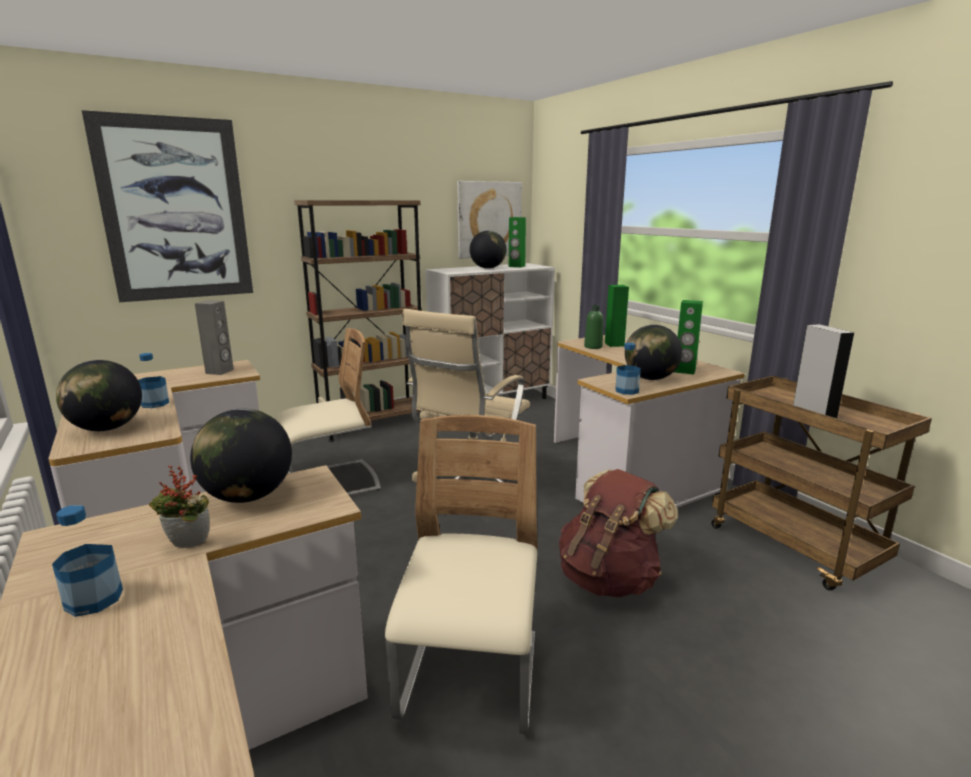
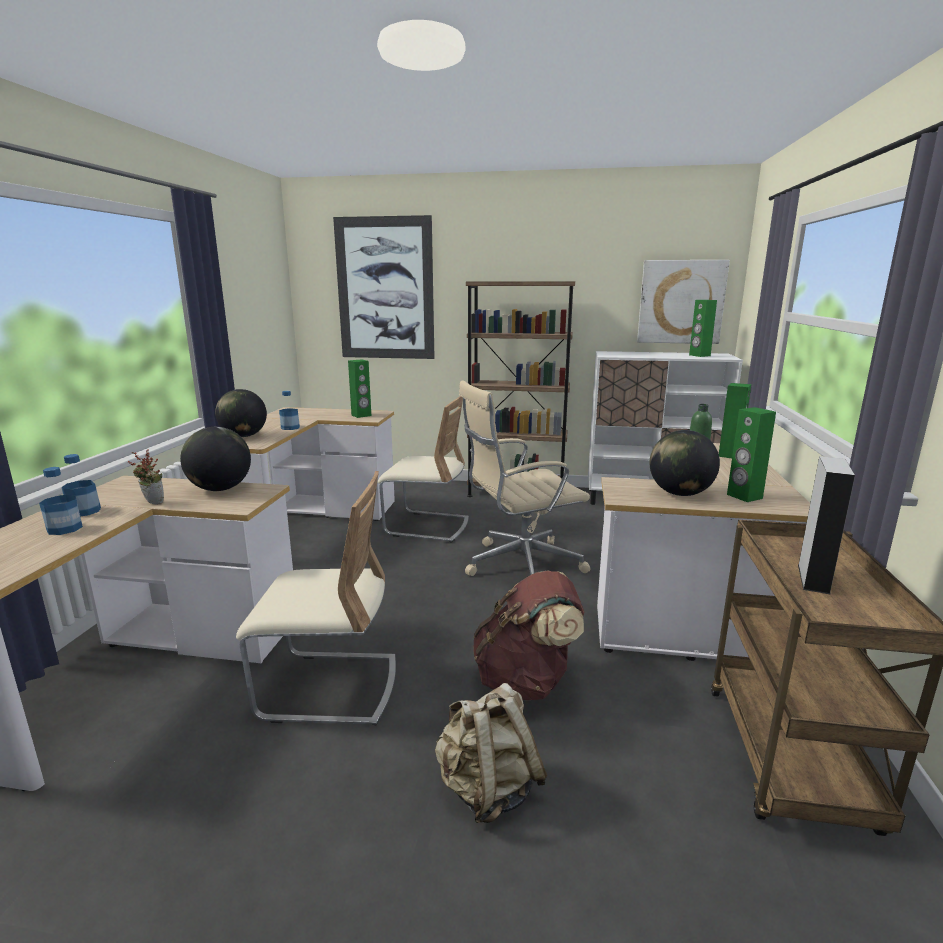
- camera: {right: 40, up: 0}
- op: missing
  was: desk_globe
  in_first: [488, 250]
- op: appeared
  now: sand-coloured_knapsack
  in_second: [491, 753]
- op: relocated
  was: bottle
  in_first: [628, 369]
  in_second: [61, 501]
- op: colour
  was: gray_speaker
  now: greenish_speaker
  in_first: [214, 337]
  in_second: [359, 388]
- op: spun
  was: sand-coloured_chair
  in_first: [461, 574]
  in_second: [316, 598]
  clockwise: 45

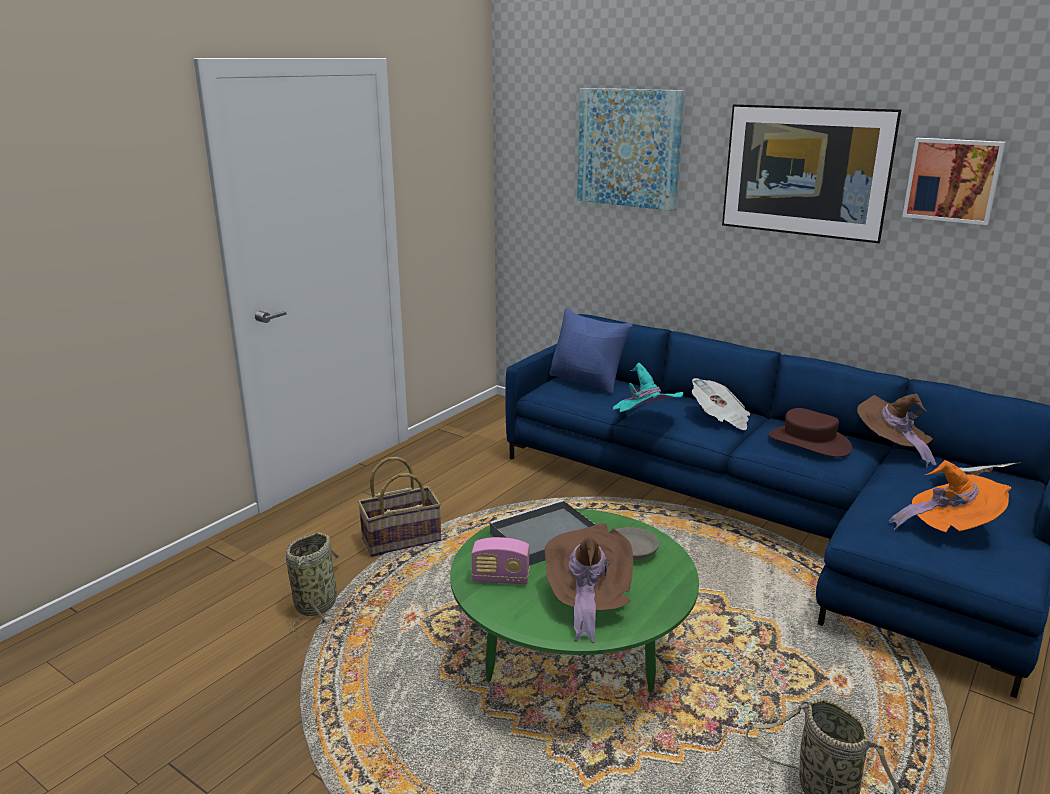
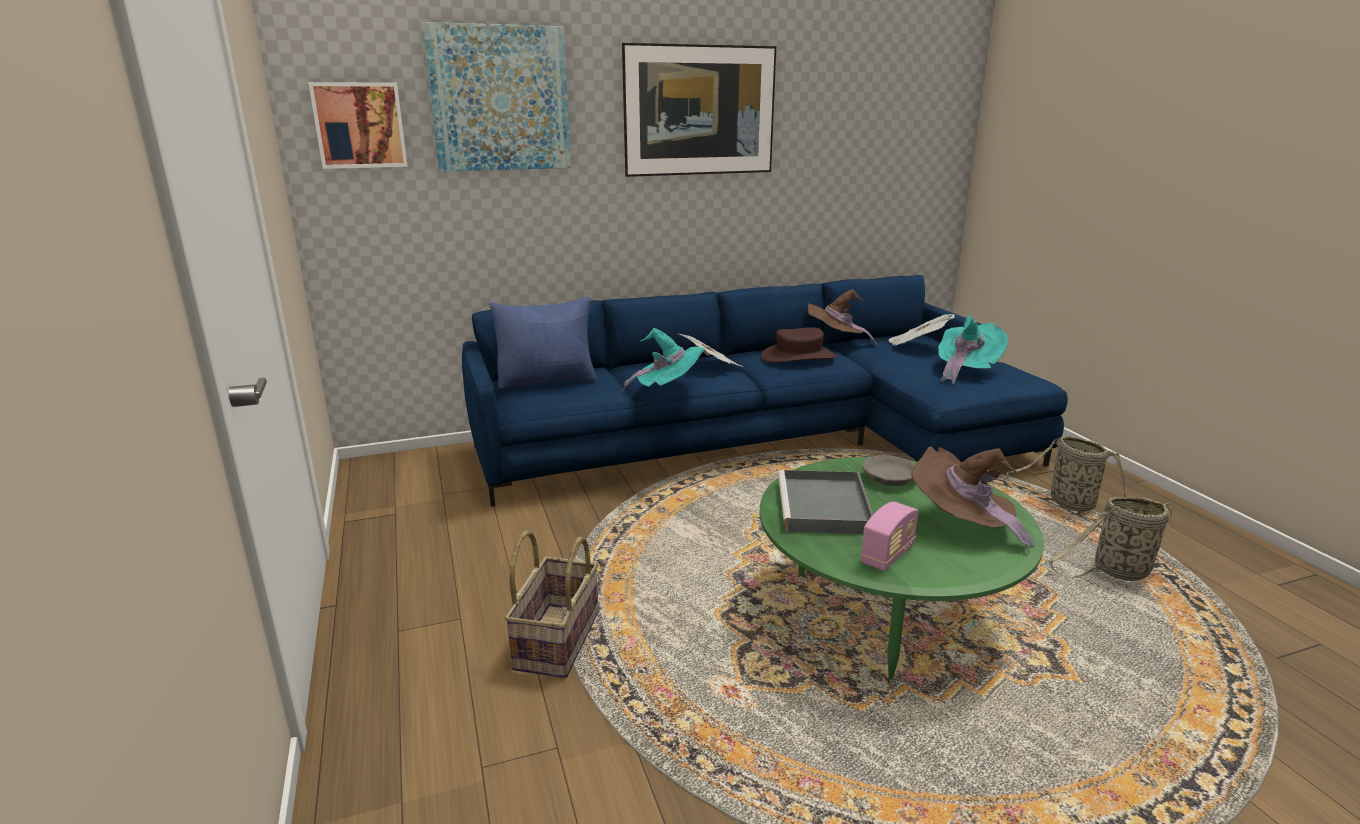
- camera: {right: -55, up: 0}
- op: relocated
  was: basket
  in_first: [313, 582]
  in_second: [1066, 475]
- op: relocated
  was: picture
  in_first: [954, 181]
  in_second: [358, 125]
- op: colour
  was: orange_wearable_hat
  now: turquoise_wearable_hat
  in_first: [950, 496]
  in_second: [973, 349]

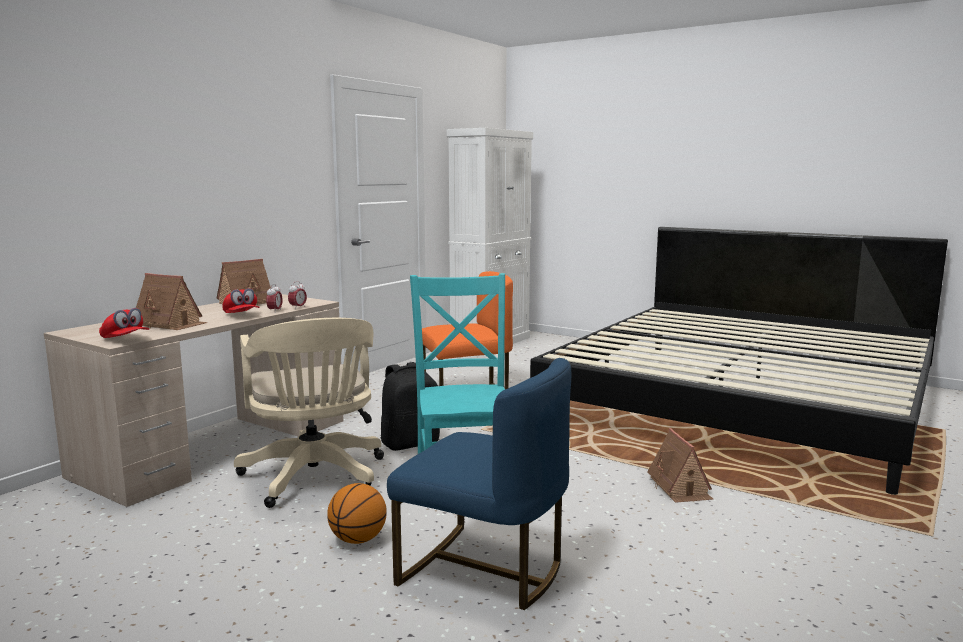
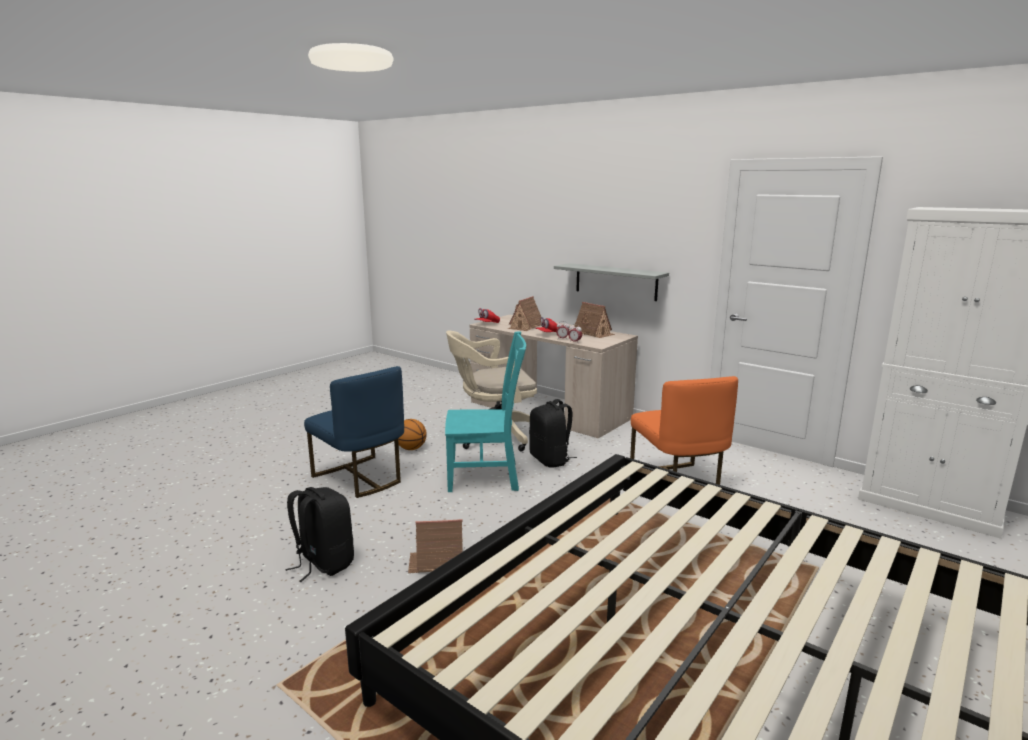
- camera: {right: 95, up: 5}
- op: appeared
  now: blackish_knapsack
  in_second: [319, 534]
- op: appeared
  now: gray_bracket_shelf
  in_second: [611, 282]
- op: spun
  was: bluish_chair
  in_first: [479, 484]
  in_second: [354, 432]
  clockwise: -75

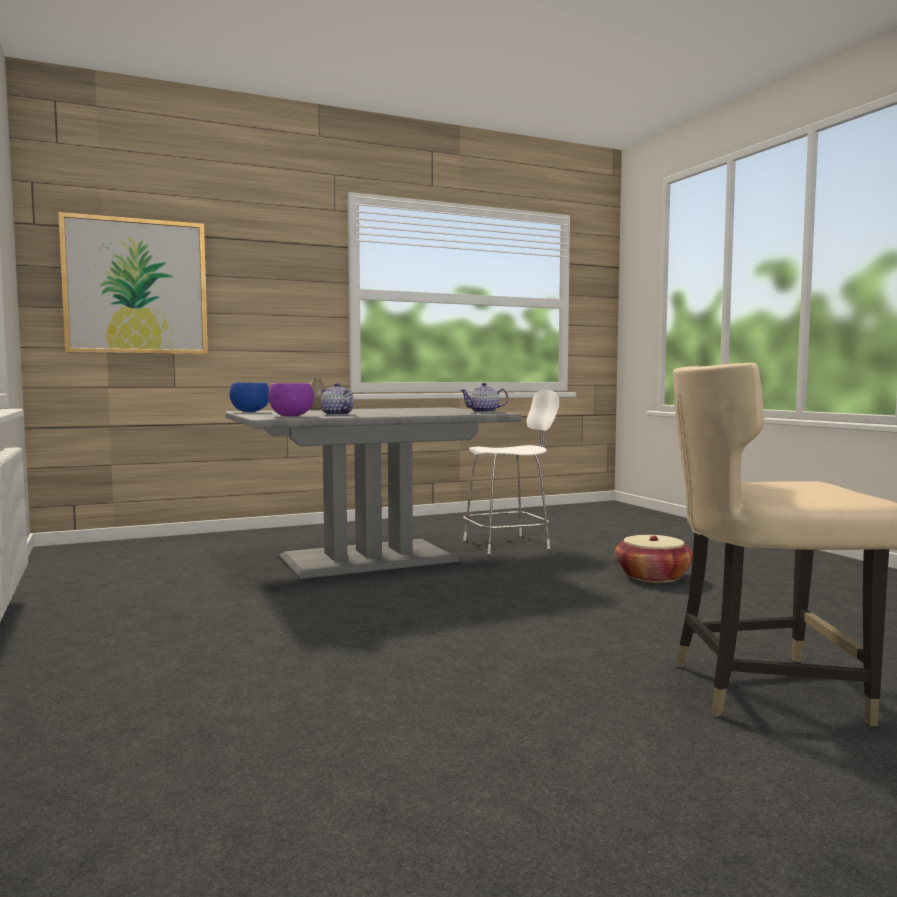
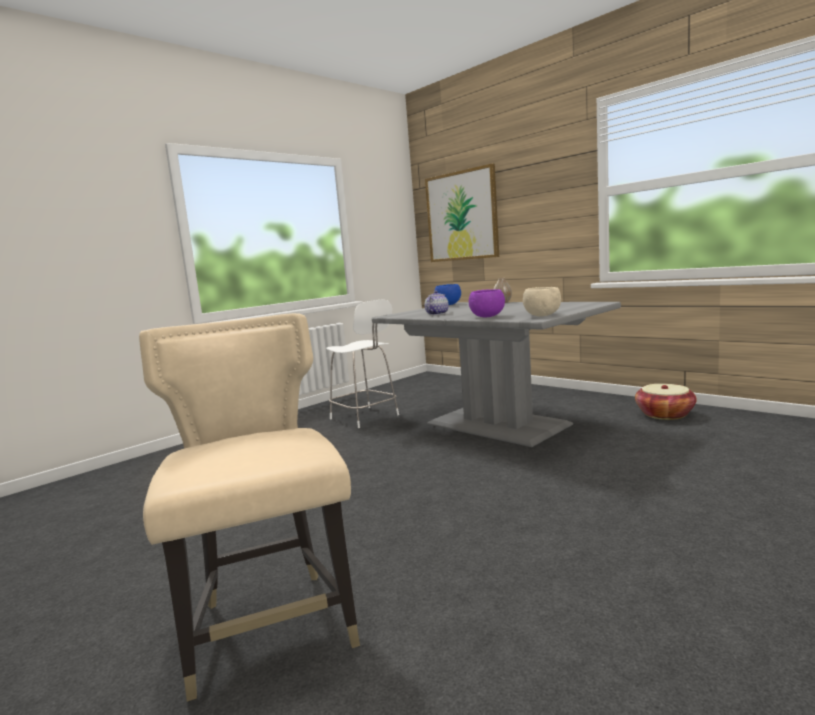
- camera: {right: 70, up: 5}
- op: relocated
  was: purple-coloured_bowl
  in_first: [291, 400]
  in_second: [487, 303]
- op: relocated
  was: white_chair
  in_first: [511, 472]
  in_second: [362, 364]
- op: relocated
  was: basket
  in_first: [654, 559]
  in_second: [666, 402]
- op: exchanged
  was: tea_pot
  now: sand-coloured_bowl
  in_first: [484, 397]
  in_second: [542, 302]

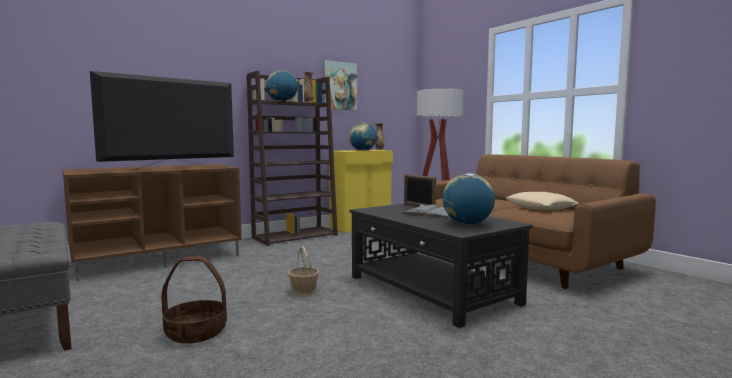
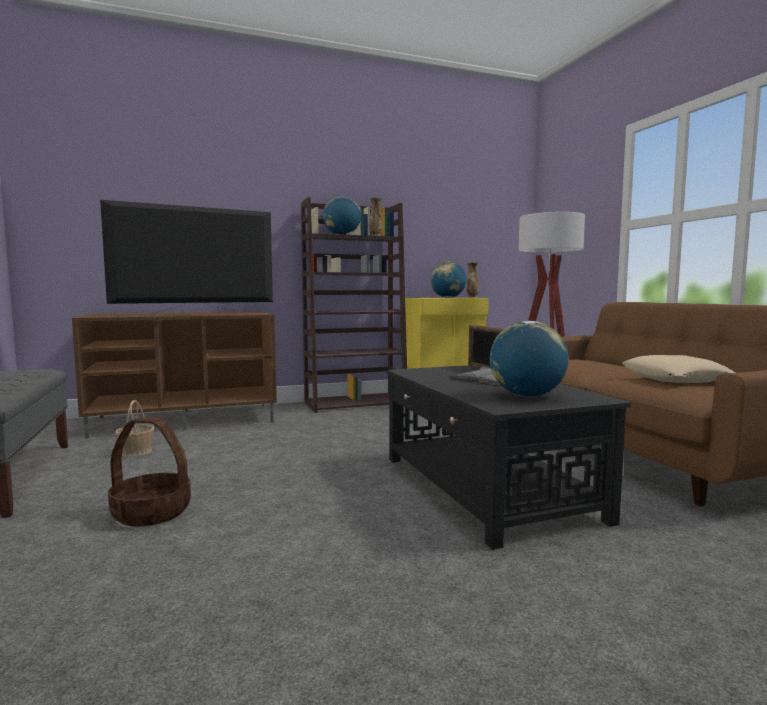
- camera: {right: 15, up: 0}
- op: missing
  was: picture
  in_first: [340, 85]
- op: relocated
  was: basket
  in_first: [303, 271]
  in_second: [135, 428]

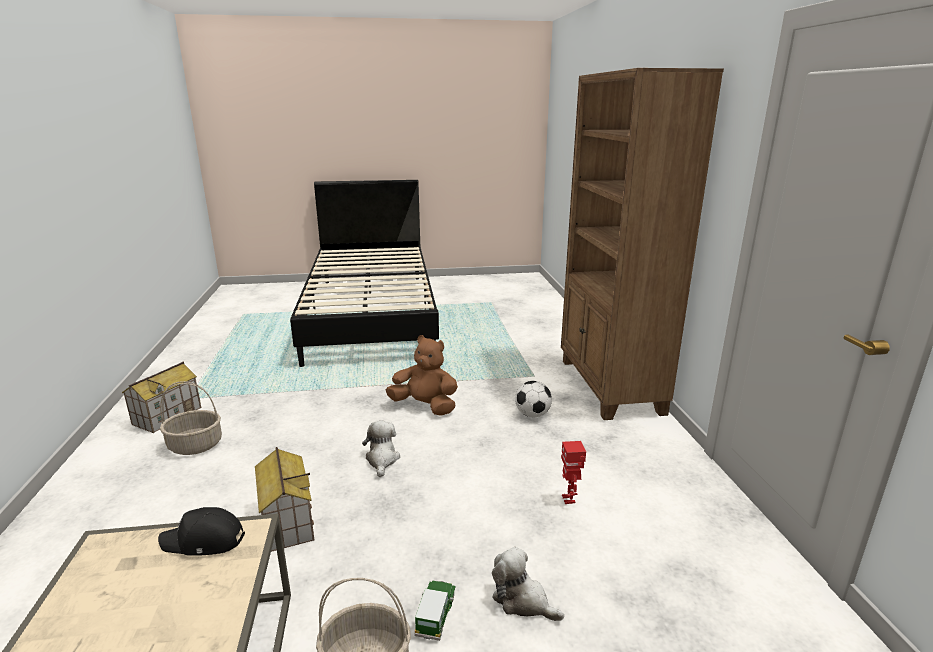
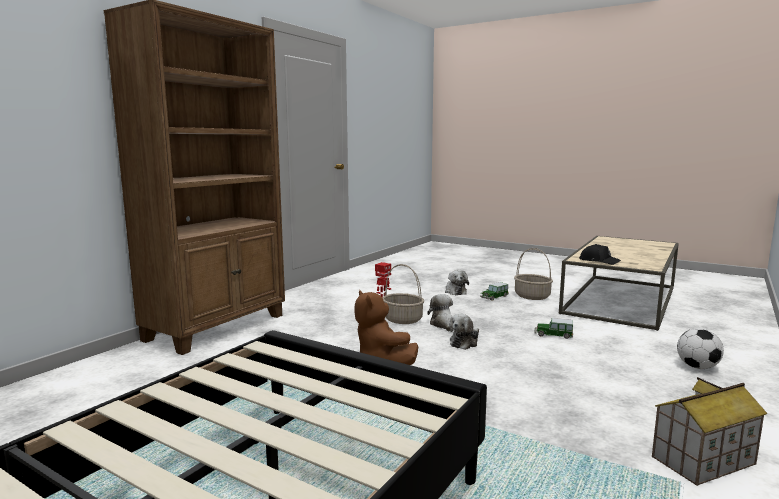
- camera: {right: -140, up: -10}
- op: appeared
  now: cuddly_toy
  in_second: [440, 313]
- op: relocated
  was: basket
  in_first: [191, 418]
  in_second: [403, 294]
- op: relocated
  was: football
  in_first: [533, 399]
  in_second: [700, 348]
- op: exchanged
  was: miniature_house
  now: model_car
  in_first: [285, 499]
  in_second: [553, 328]

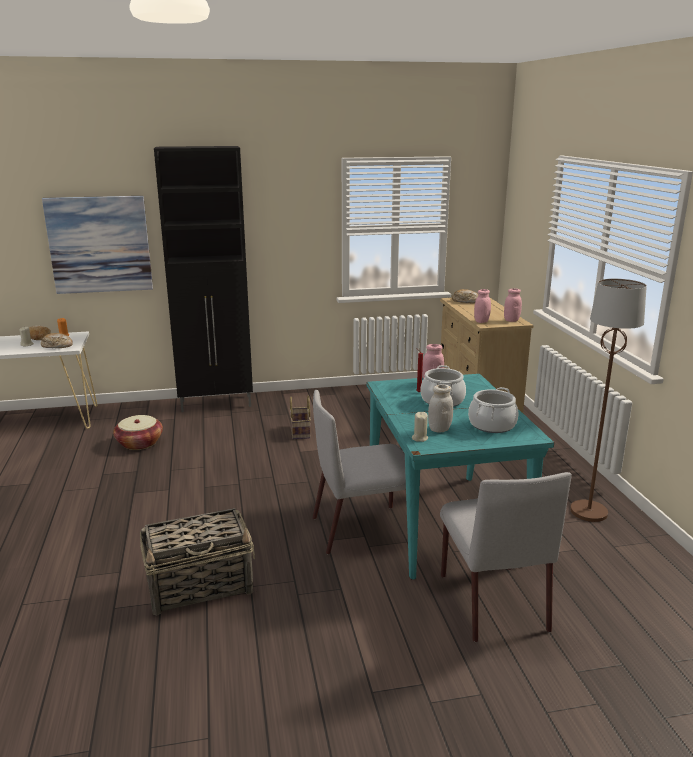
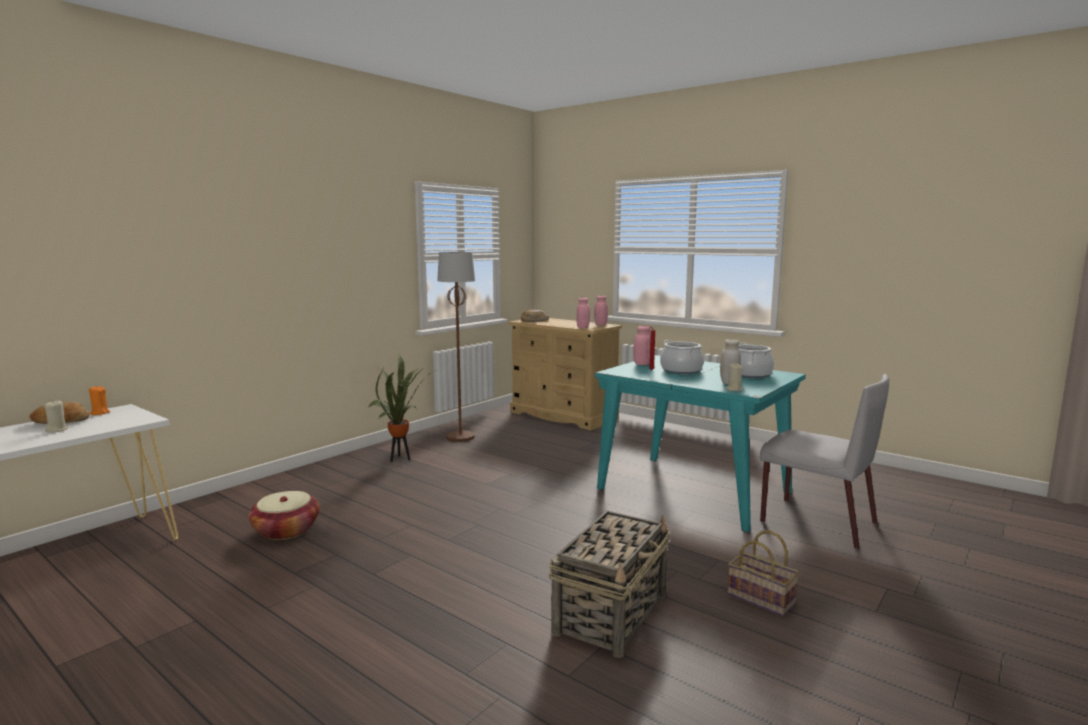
- camera: {right: -40, up: -10}
- op: missing
  was: bread
  in_first: [57, 340]
- op: missing
  was: picture
  in_first: [97, 245]
- op: missing
  was: blackish_storage_cabinet
  in_first: [203, 279]
- op: missing
  was: gray_chair
  in_first: [359, 472]
- op: appeared
  now: plant_in_a_pot
  in_second: [402, 407]
- op: relocated
  was: basket
  in_first: [300, 417]
  in_second: [763, 573]
- op: relocated
  was: brown_standing_lamp
  in_first: [608, 400]
  in_second: [456, 347]

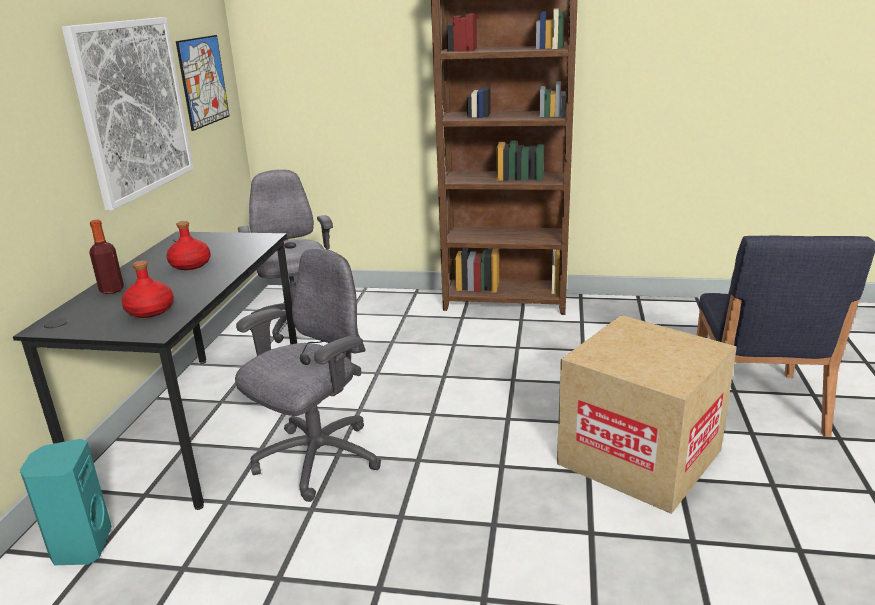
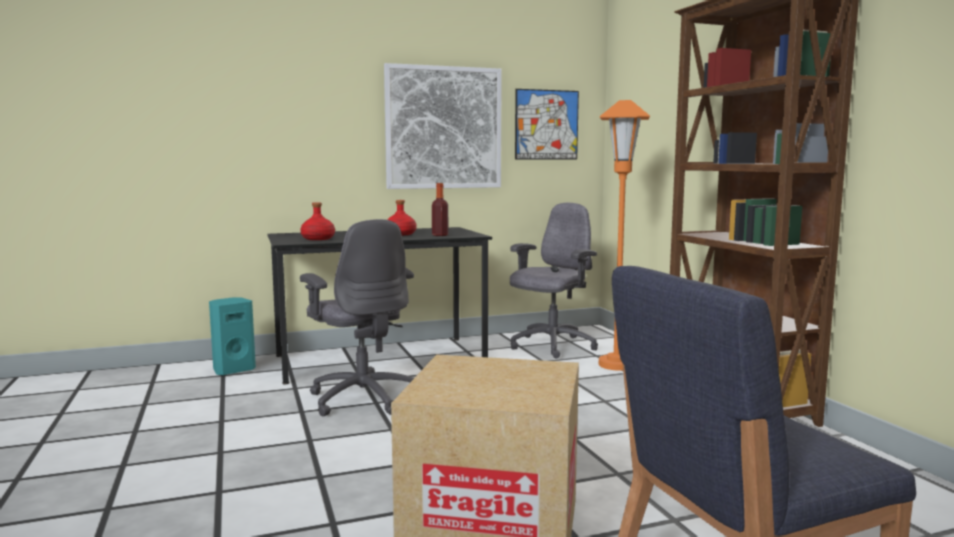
- camera: {right: 60, up: -15}
- op: appeared
  now: orange_standing_lamp
  in_second: [624, 235]
- op: relocated
  was: bottle
  in_first: [106, 257]
  in_second: [440, 209]
- op: spun
  was: gray_desk_chair
  in_first: [308, 375]
  in_second: [357, 317]
  clockwise: 45

